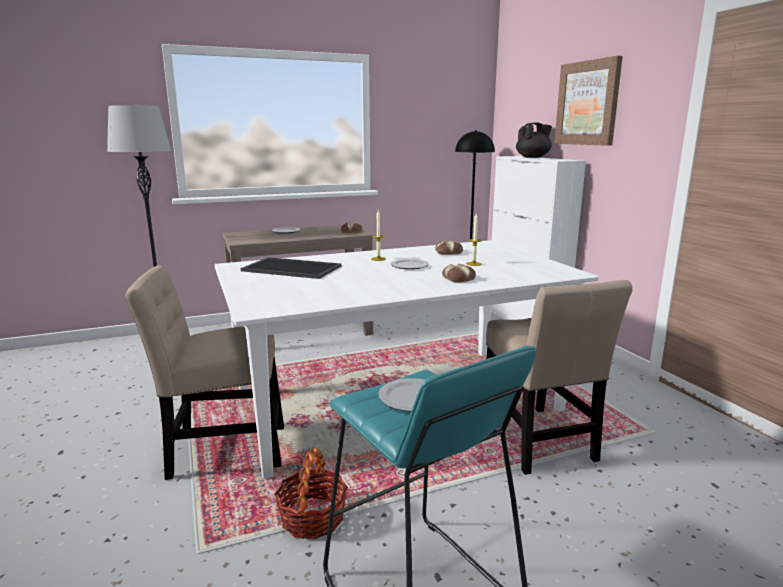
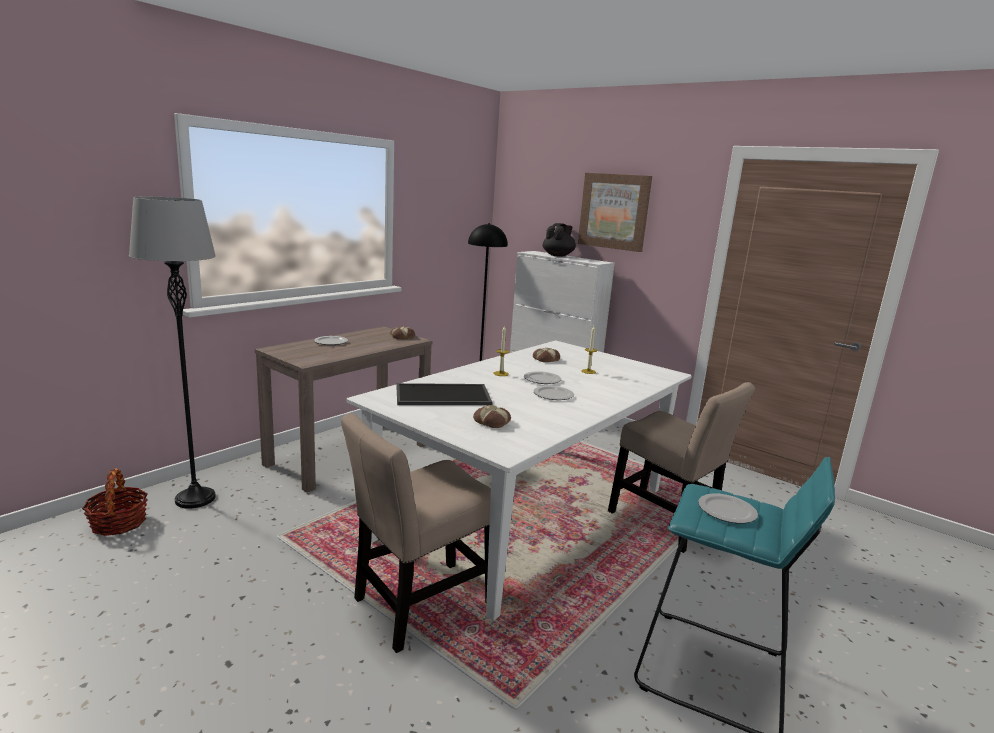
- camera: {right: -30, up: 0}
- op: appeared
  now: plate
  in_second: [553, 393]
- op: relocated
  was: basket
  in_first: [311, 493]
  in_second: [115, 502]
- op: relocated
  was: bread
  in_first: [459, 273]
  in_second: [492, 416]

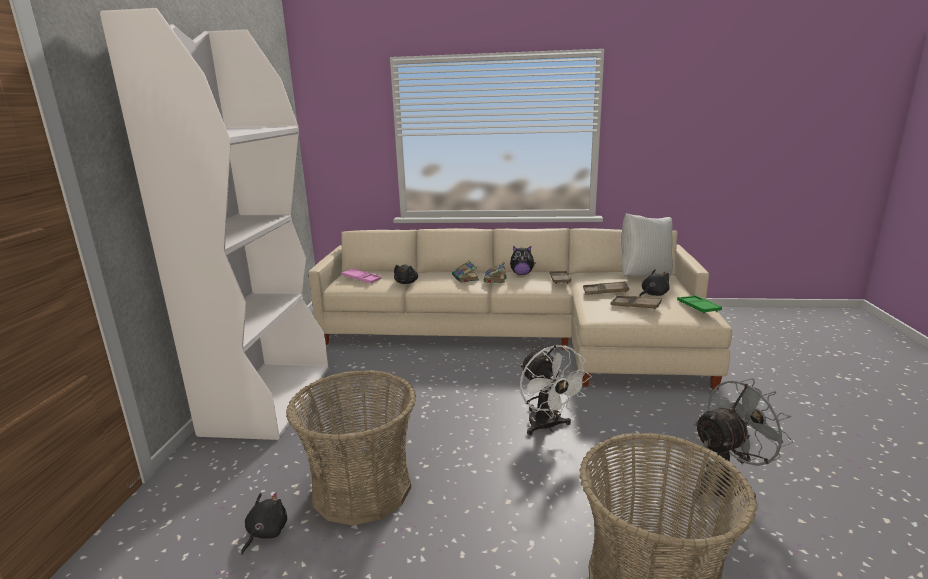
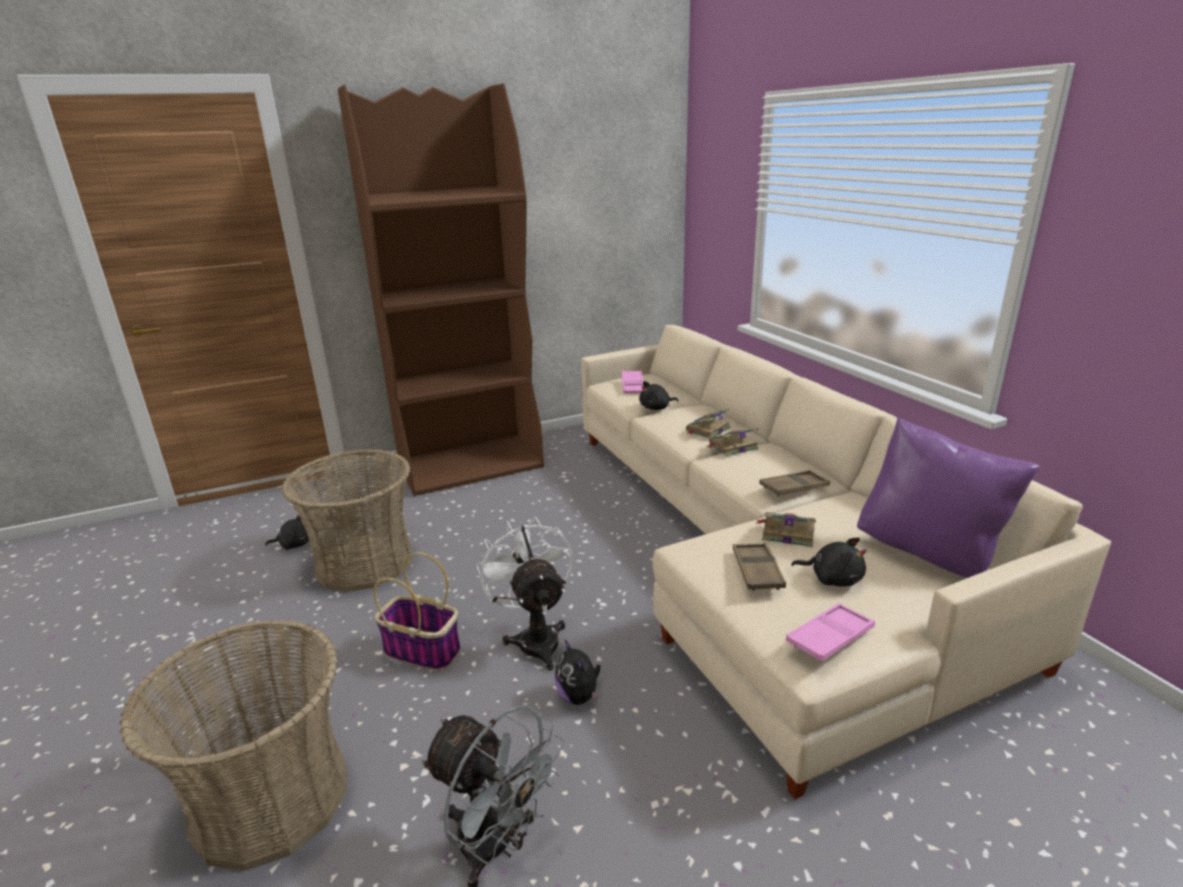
- camera: {right: 60, up: 5}
- op: appeared
  now: basket
  in_second: [417, 611]
- op: relocated
  was: cuddly_toy
  in_first: [523, 260]
  in_second: [577, 672]
- op: exchanged
  was: brown_carrying_tray
  now: bound_book
  in_first: [606, 287]
  in_second: [786, 529]
- op: colour
  was: white_shelving_unit
  now: brown_shelving_unit
  in_first: [214, 224]
  in_second: [441, 289]
- op: colour
  was: white_throw_pillow
  now: purple-coloured_throw_pillow
  in_first: [647, 245]
  in_second: [948, 497]
- op: colour
  was: greenish_carrying_tray
  now: pinkish_carrying_tray
  in_first: [699, 304]
  in_second: [830, 632]
- op: spun
  was: white_cooling_fan
  in_first: [556, 390]
  in_second: [524, 593]
  clockwise: 120

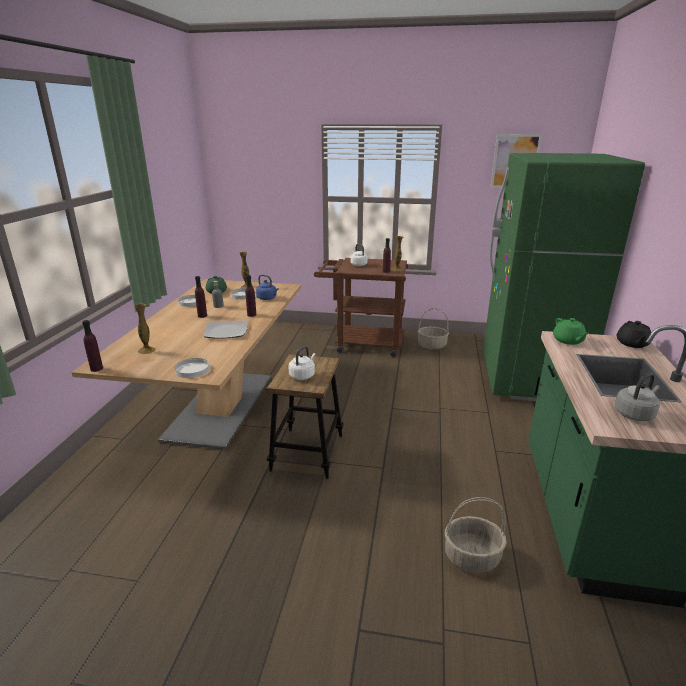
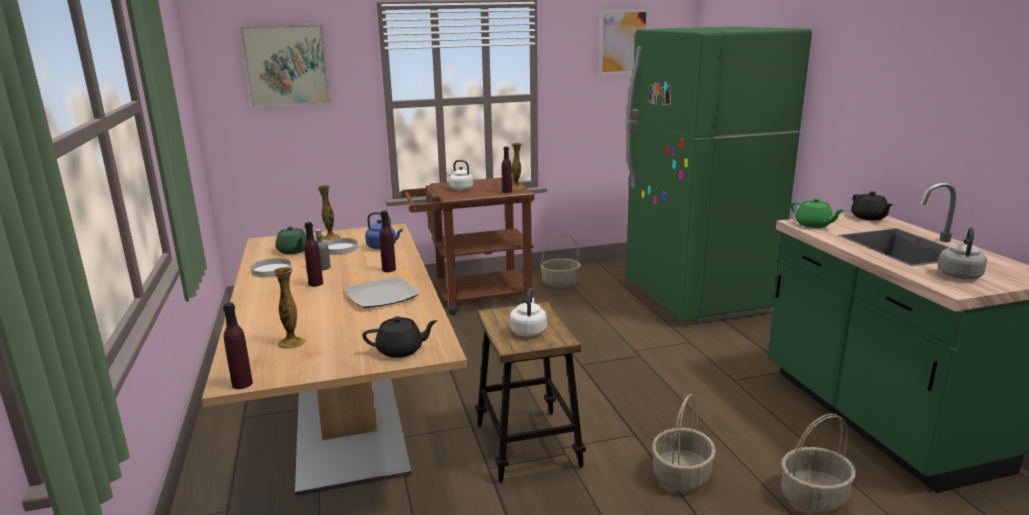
- camera: {right: -25, up: -5}
- op: appeared
  now: picture
  in_second: [285, 66]
- op: appeared
  now: basket
  in_second: [684, 442]
- op: exchanged
  was: white_plate
  now: blackish_tea_pot
  in_first: [192, 368]
  in_second: [400, 337]

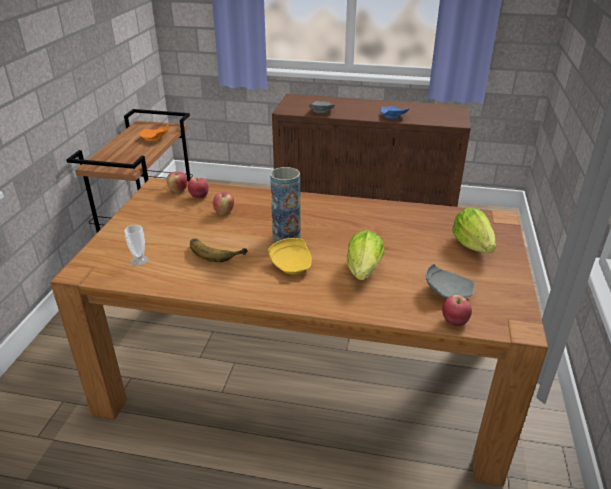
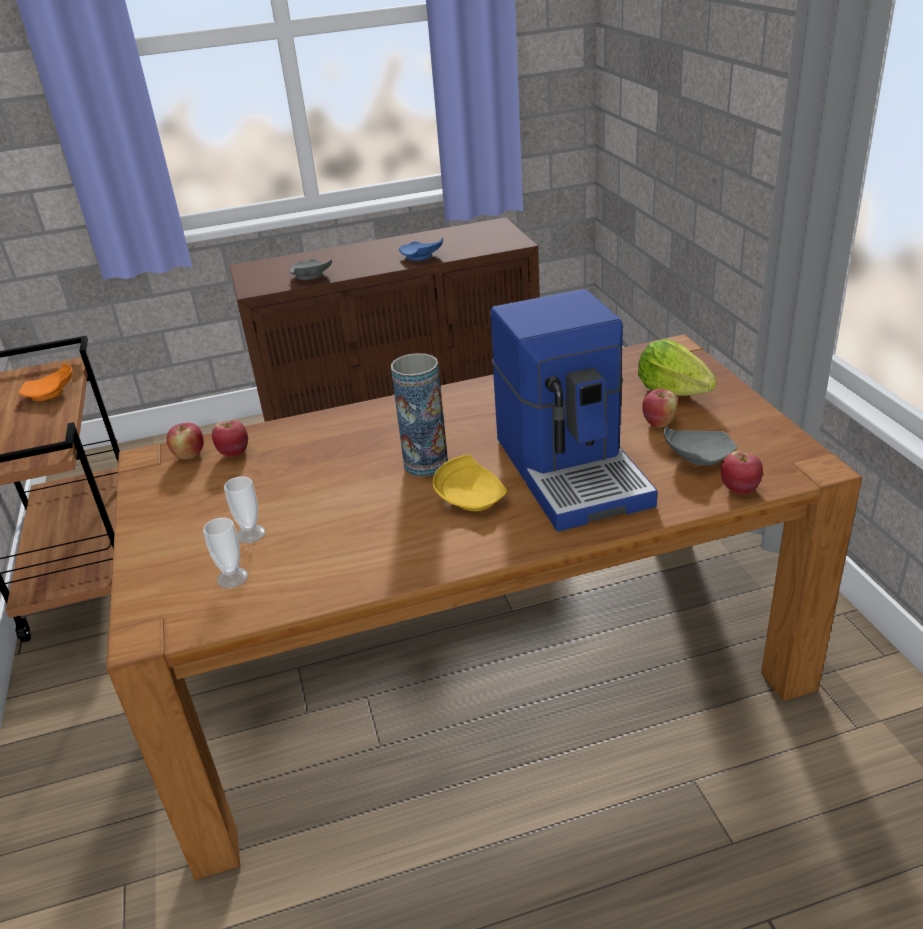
- camera: {right: -25, up: 0}
- op: missing
  was: whole_banana
  in_first: [219, 250]
- op: appeared
  now: small_cup
  in_second: [245, 509]
- op: relocated
  was: apple_fruit
  in_first: [223, 203]
  in_second: [660, 408]
- op: exchanged
  was: head_of_lettuce
  now: coffee_brewer
  in_first: [366, 255]
  in_second: [574, 410]

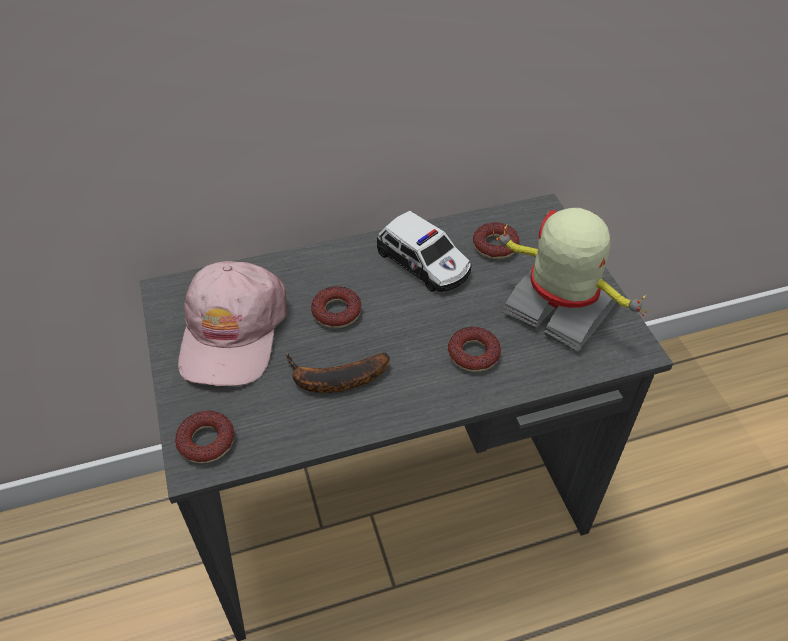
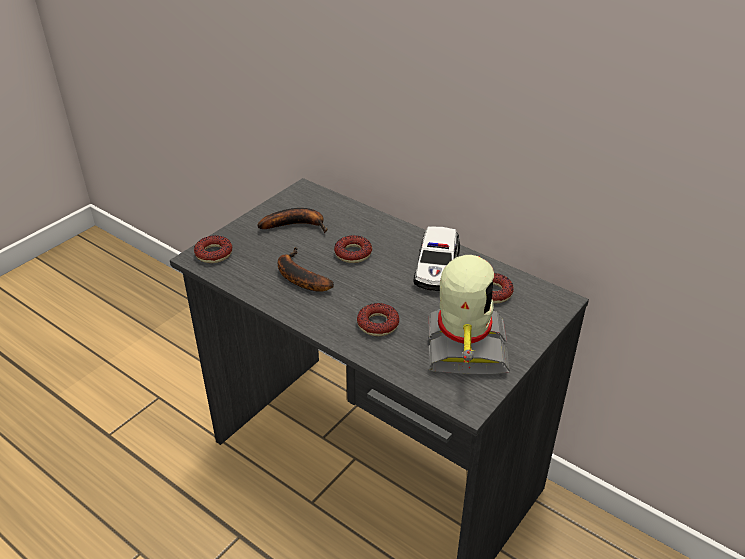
- camera: {right: 55, up: -10}
- op: exchanged
  was: pinkish_cap
  now: whole_banana
  in_first: [232, 323]
  in_second: [292, 220]

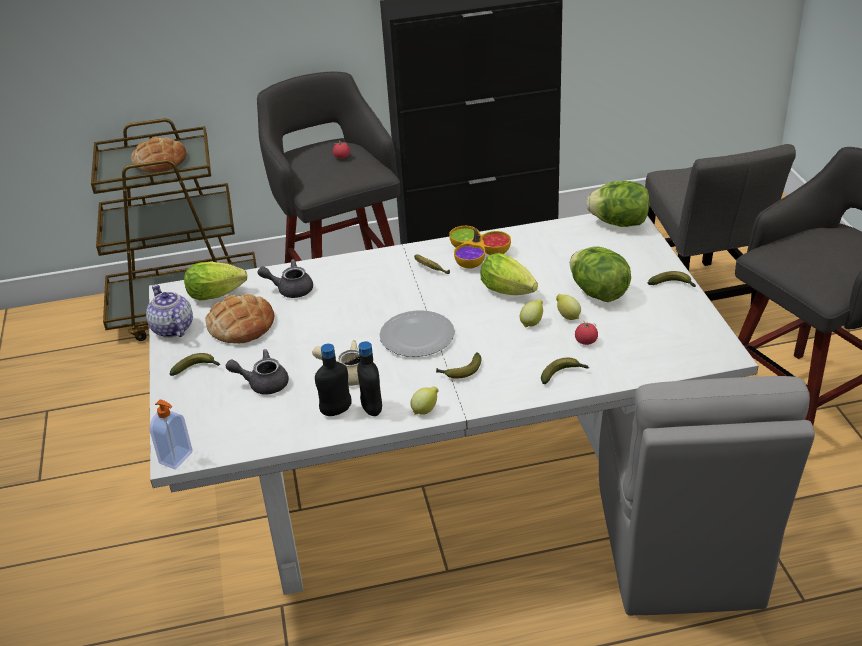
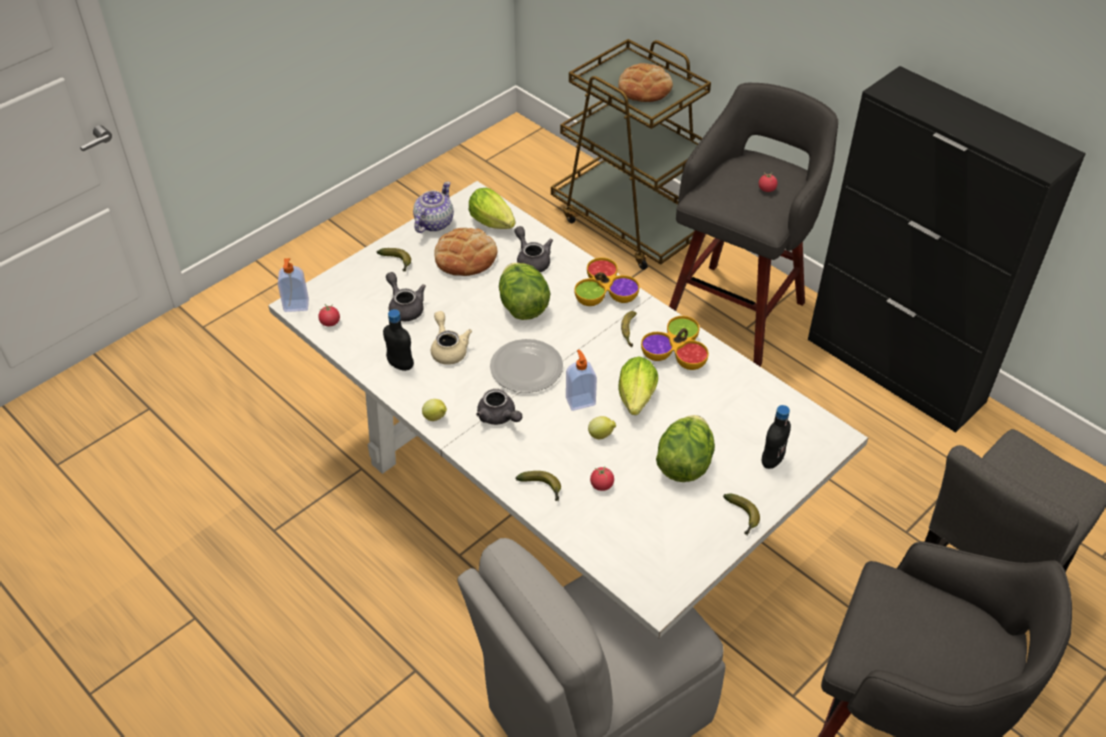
- camera: {right: 55, up: 10}
- op: missing
  was: citrus_fruit
  in_first: [568, 307]
- op: appeared
  now: whole_tomato
  in_second: [329, 315]
- op: appeared
  now: soap_bottle
  in_second: [581, 380]
- op: appeared
  now: bowl
  in_second: [606, 282]
- op: relocated
  was: blackish_bottle
  in_first: [369, 378]
  in_second: [776, 437]
- op: relocated
  was: head_of_lettuce
  in_first: [618, 204]
  in_second: [524, 291]
- op: exchanged
  was: whole_banana
  now: gray_tea_pot
  in_first: [458, 365]
  in_second: [499, 407]

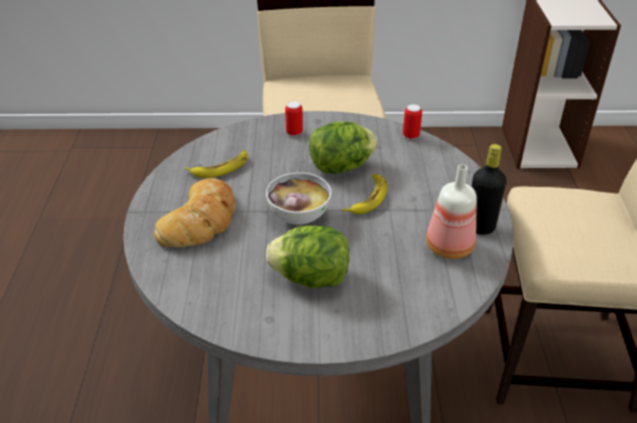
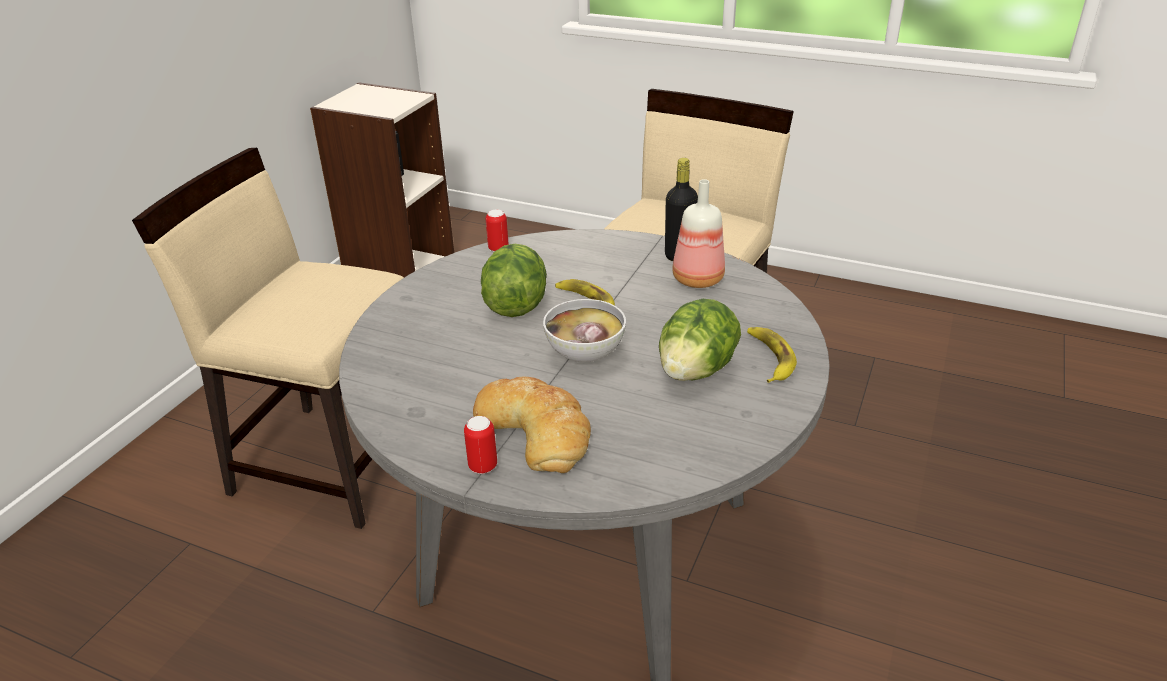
- camera: {right: -65, up: -5}
- op: relocated
  was: whole_banana
  in_first: [216, 164]
  in_second: [772, 355]
- op: relocated
  was: metal_can
  in_first: [294, 118]
  in_second: [480, 445]

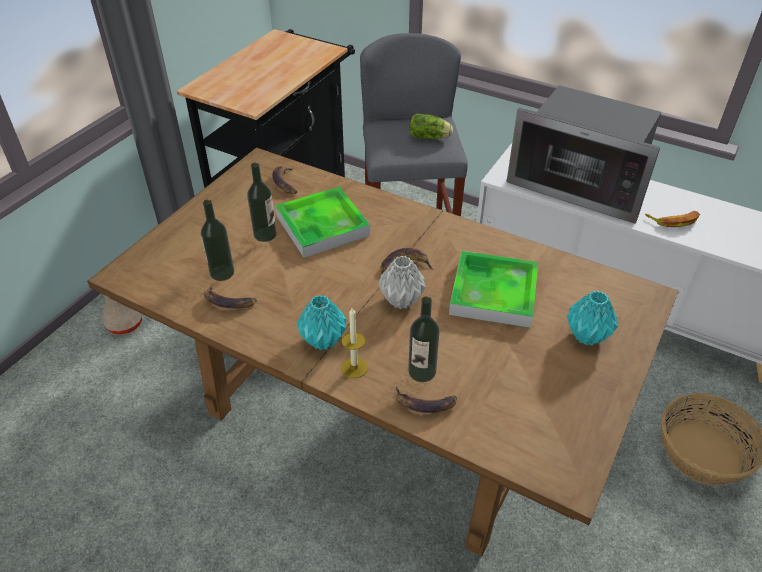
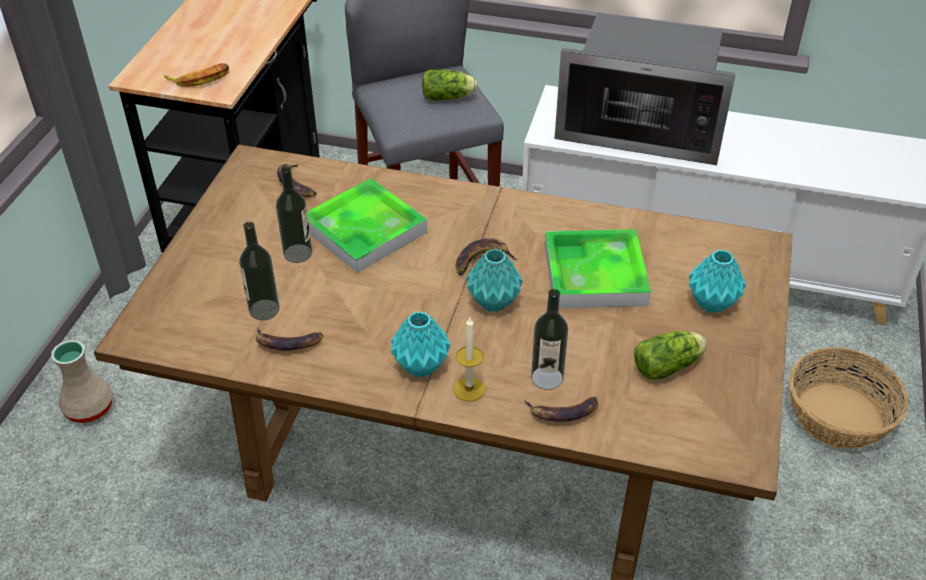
- camera: {right: -15, up: 0}
- op: appeared
  now: head_of_lettuce
  in_second: [670, 355]
- op: relocated
  was: whole_banana
  in_first: [672, 219]
  in_second: [196, 75]
- op: colour
  was: gray_flower_vase
  now: turquoise_flower_vase
  in_first: [402, 282]
  in_second: [495, 280]

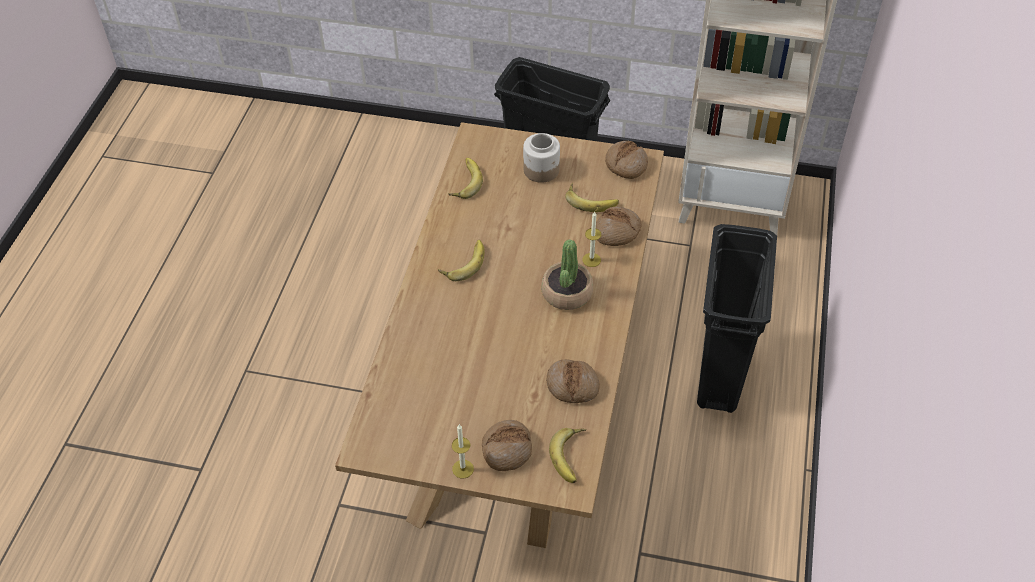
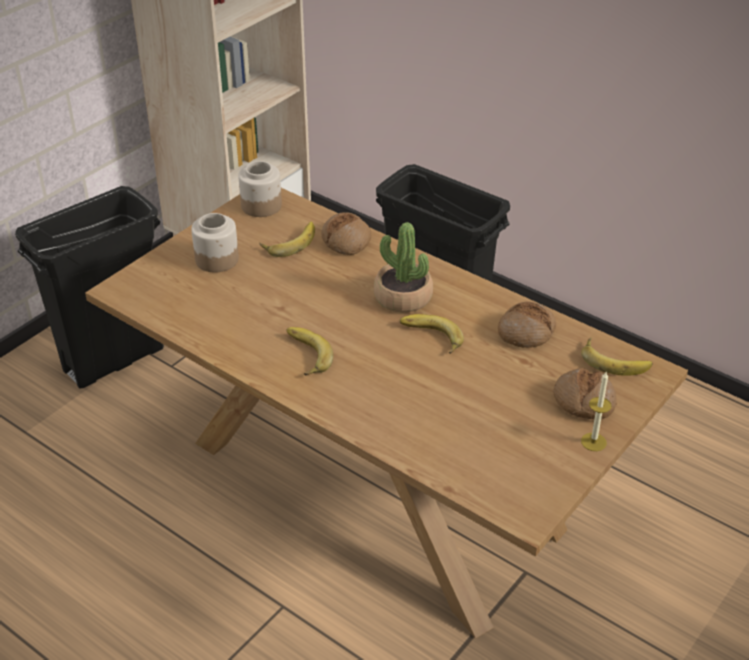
- camera: {right: -65, up: -10}
- op: missing
  was: candle
  in_first: [591, 239]
- op: relocated
  was: whole_banana
  in_first: [465, 178]
  in_second: [432, 334]
- op: exchanged
  was: bread
  now: preserve_jar
  in_first: [626, 160]
  in_second: [260, 189]

